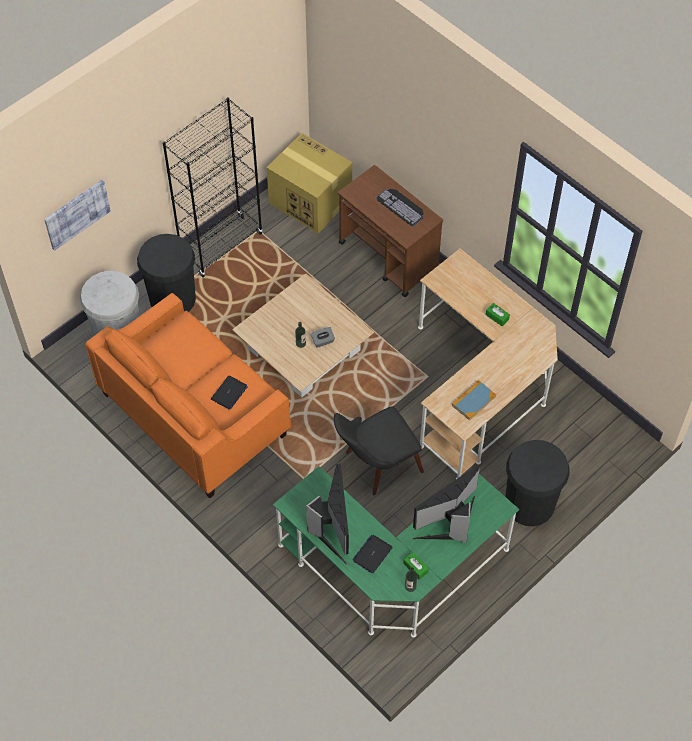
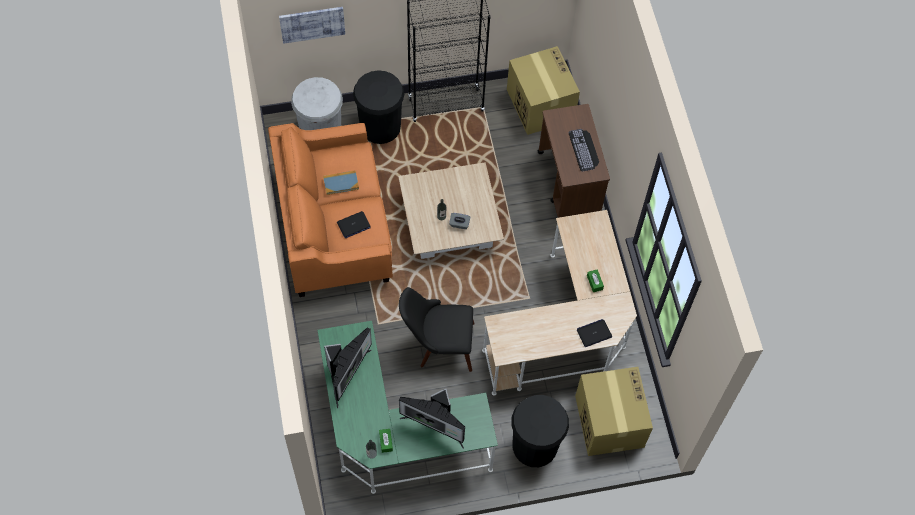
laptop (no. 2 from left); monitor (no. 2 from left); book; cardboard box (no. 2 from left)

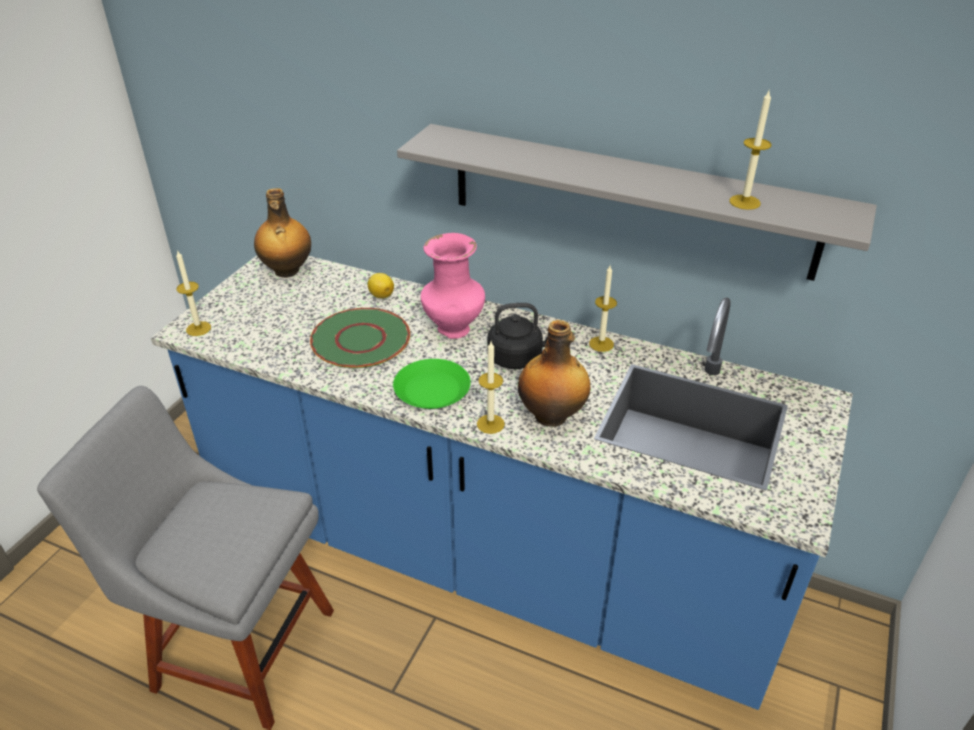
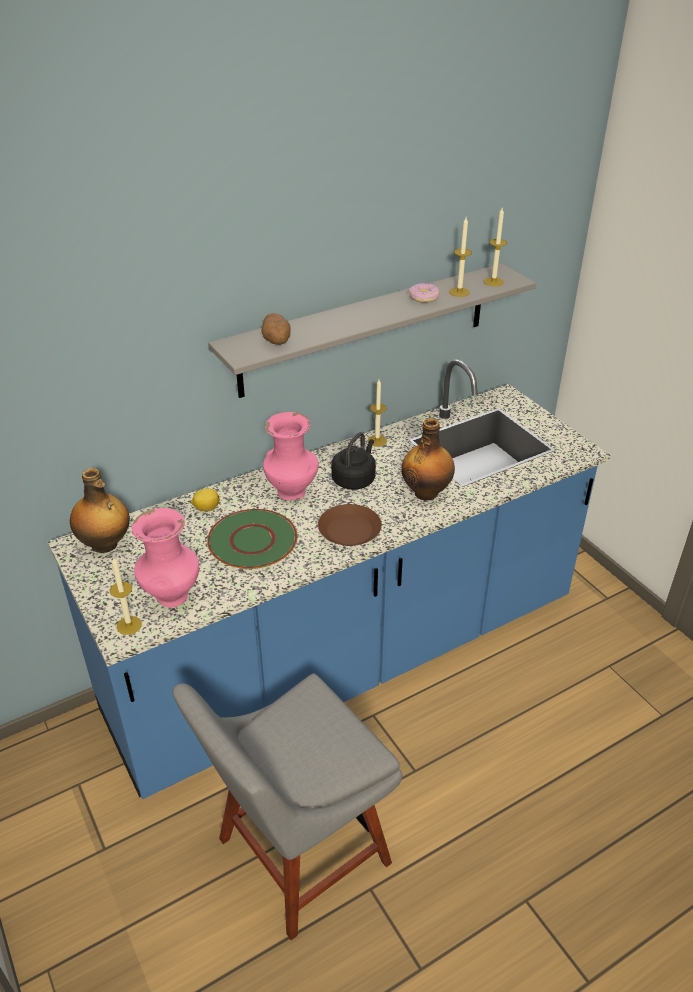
brown plate; candle (no. 4 from left); pink vase (no. 1 from left); potato; donut

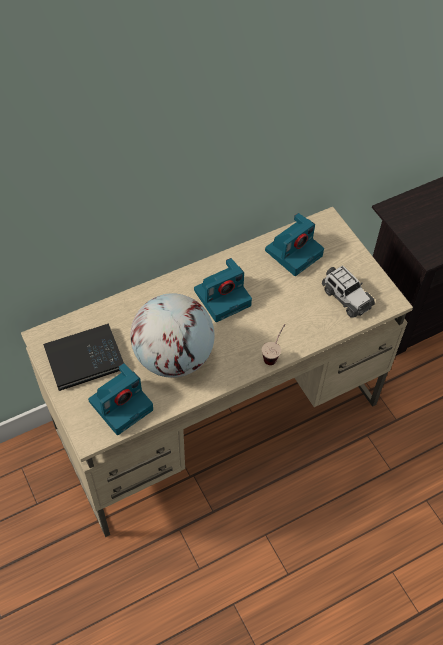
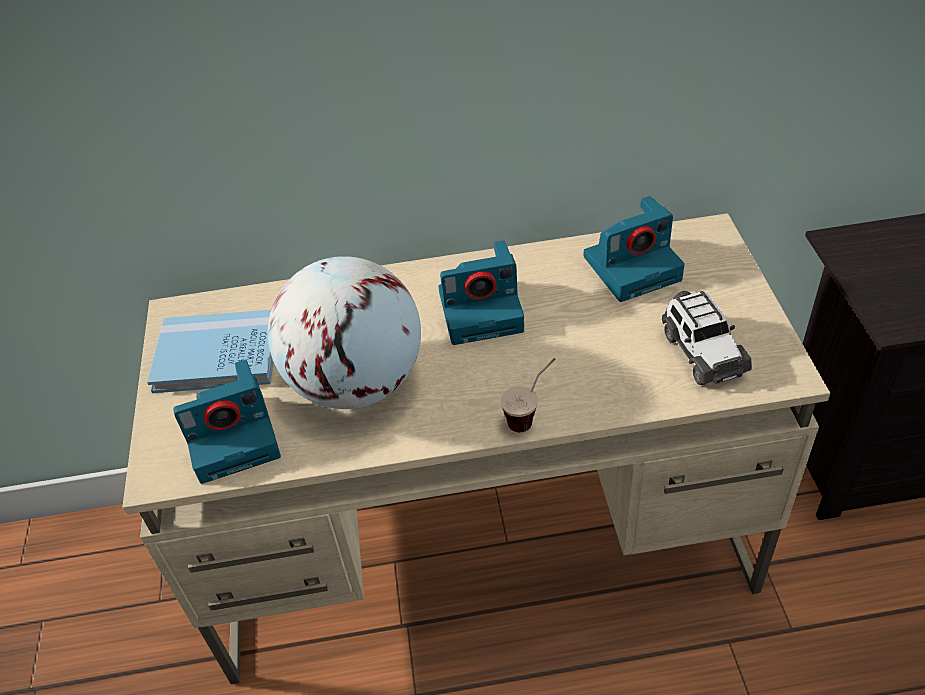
blue book

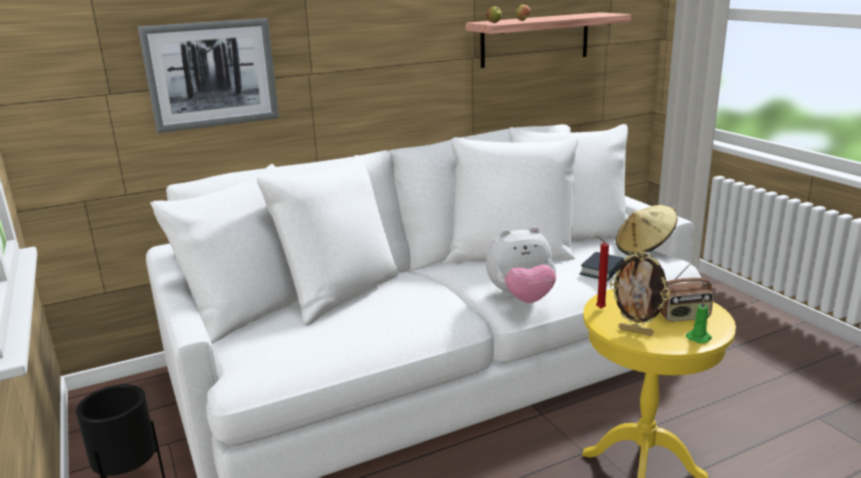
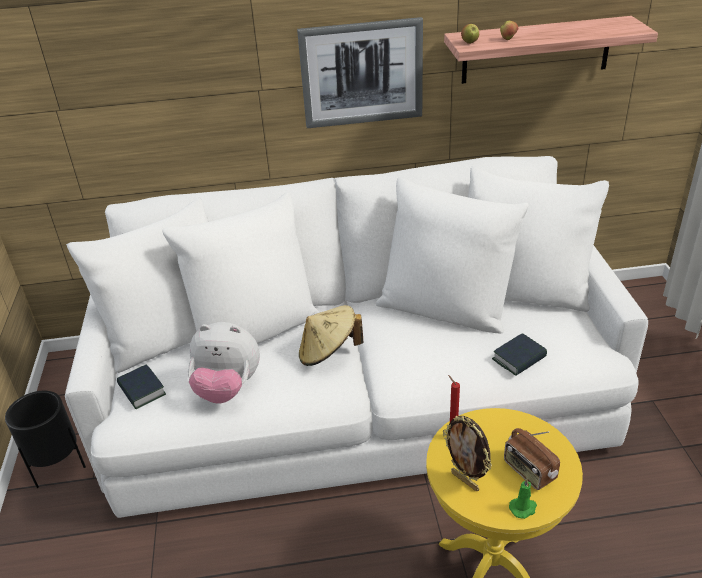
picture; plush toy; beige hat; radio; book (no. 1 from left)

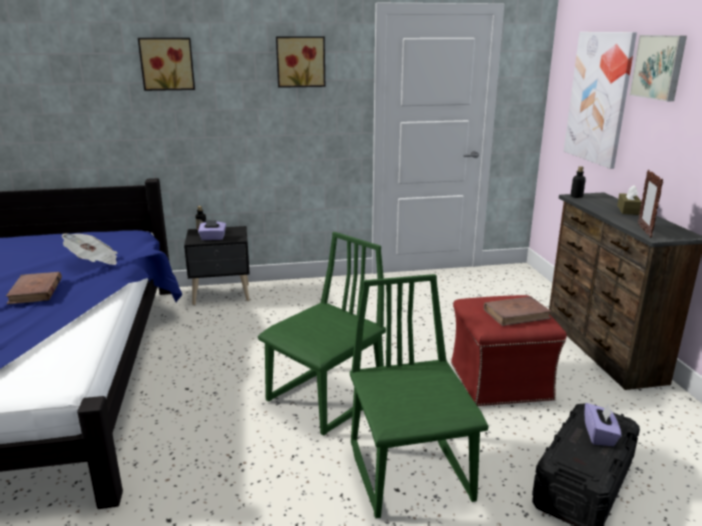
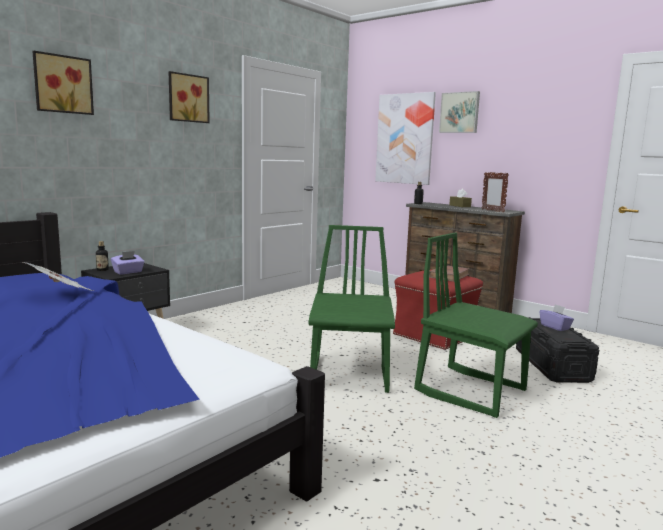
brown book (no. 1 from left in the first image)

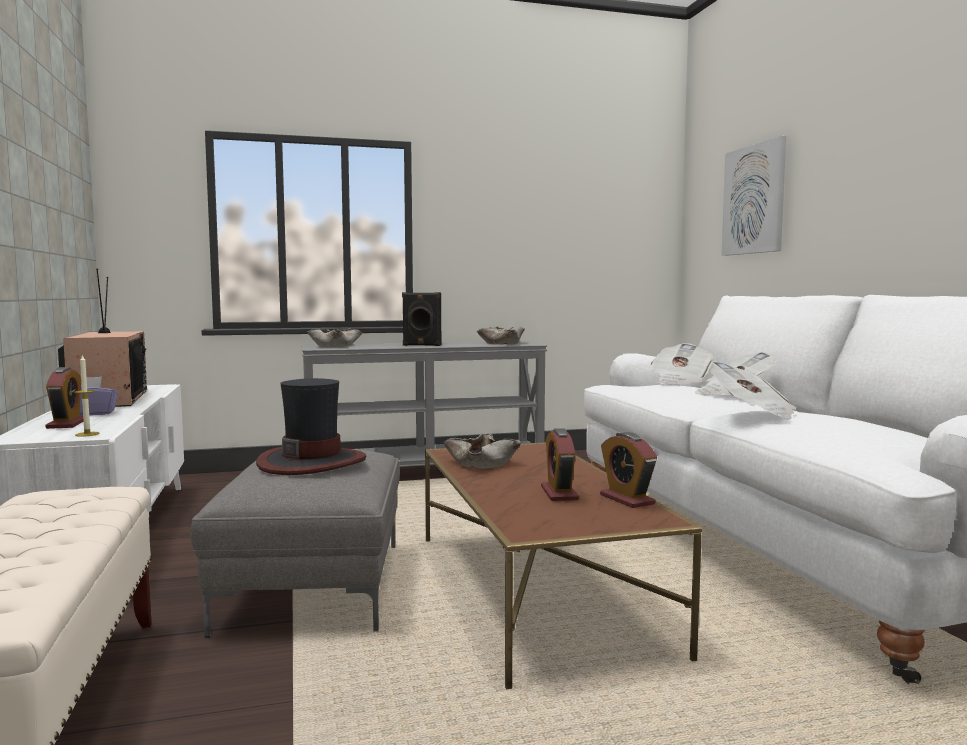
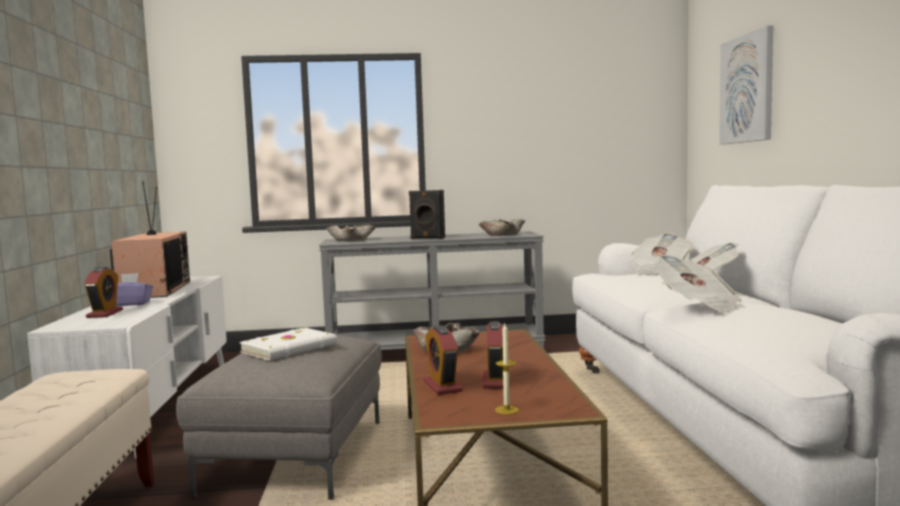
candle; white book; alarm clock (no. 2 from left)

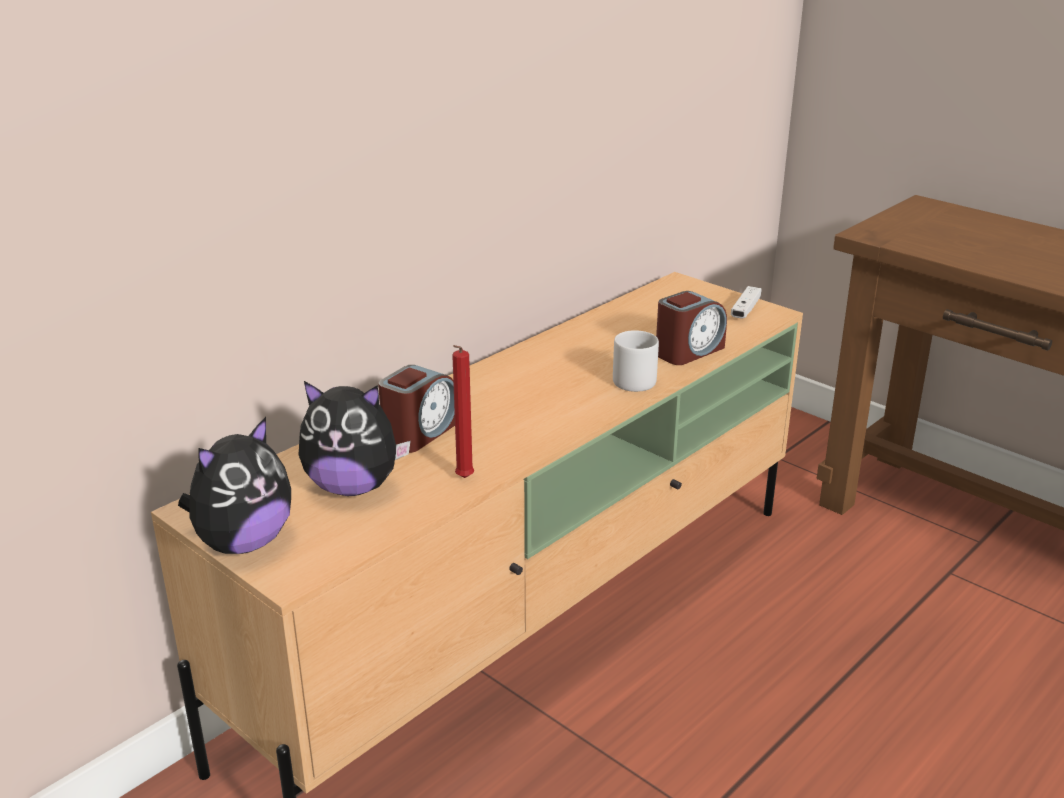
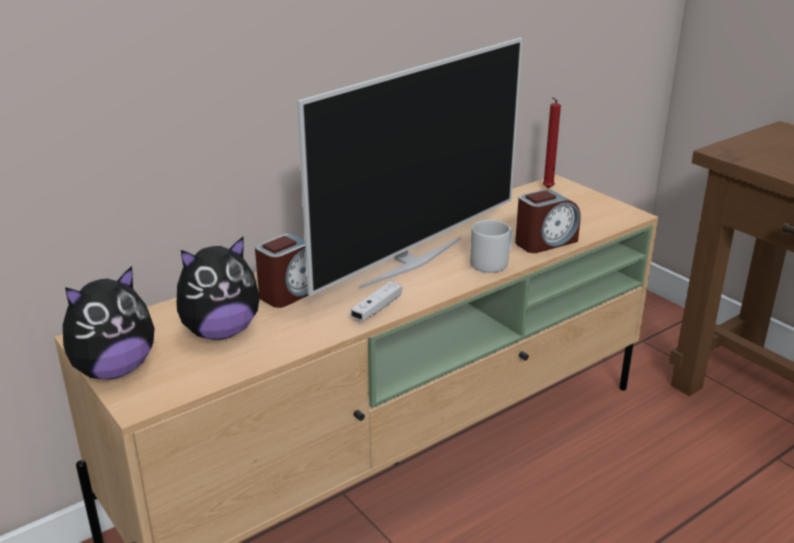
plush toy (no. 2 from left); red candle; white game controller; television

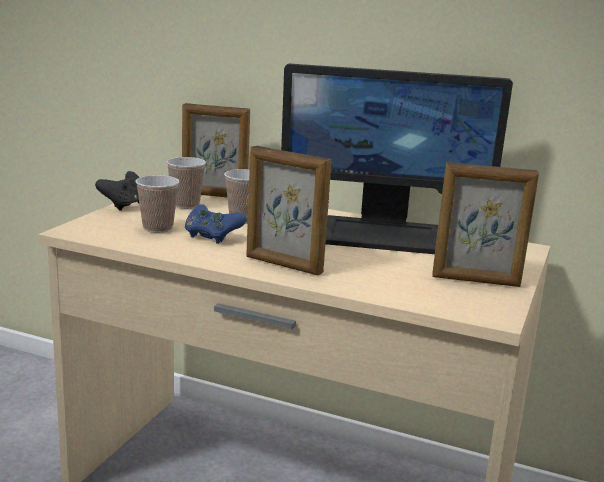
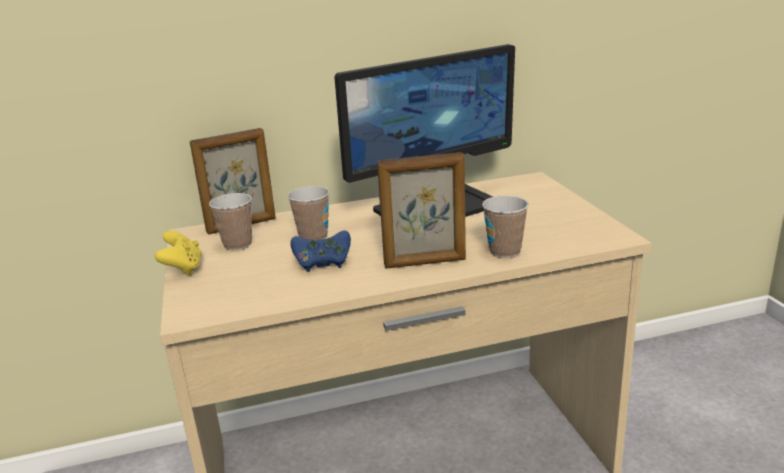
yellow game controller; cup (no. 3 from left); picture frame (no. 3 from left in the first image)

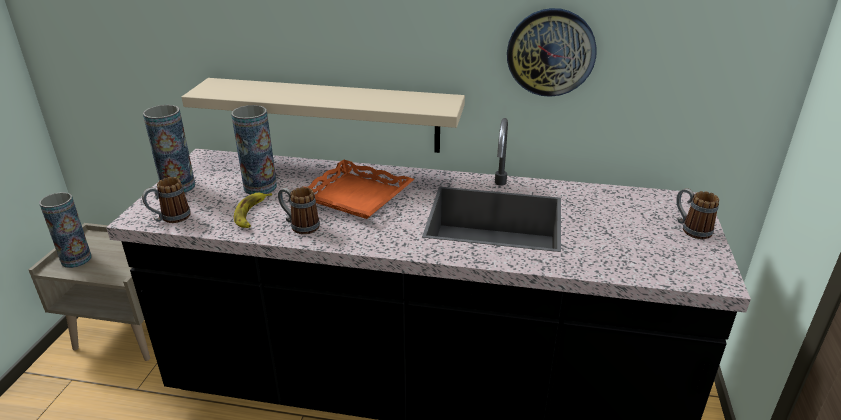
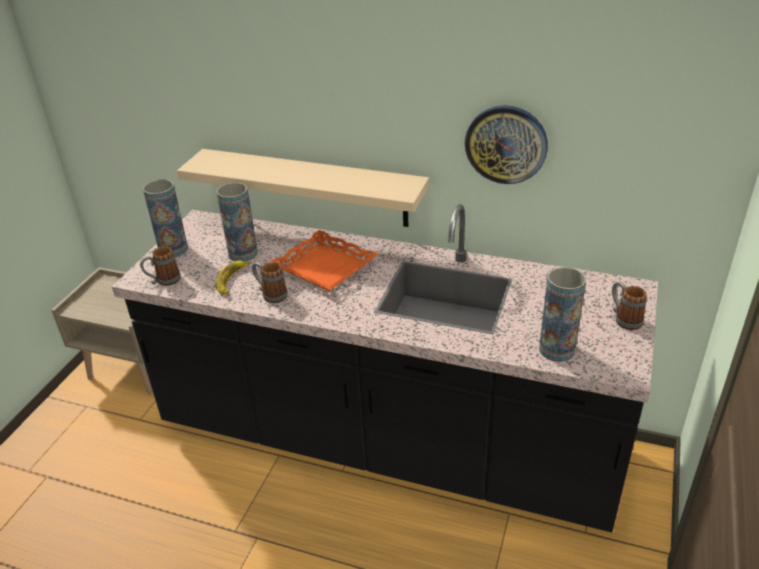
vase (no. 3 from left)

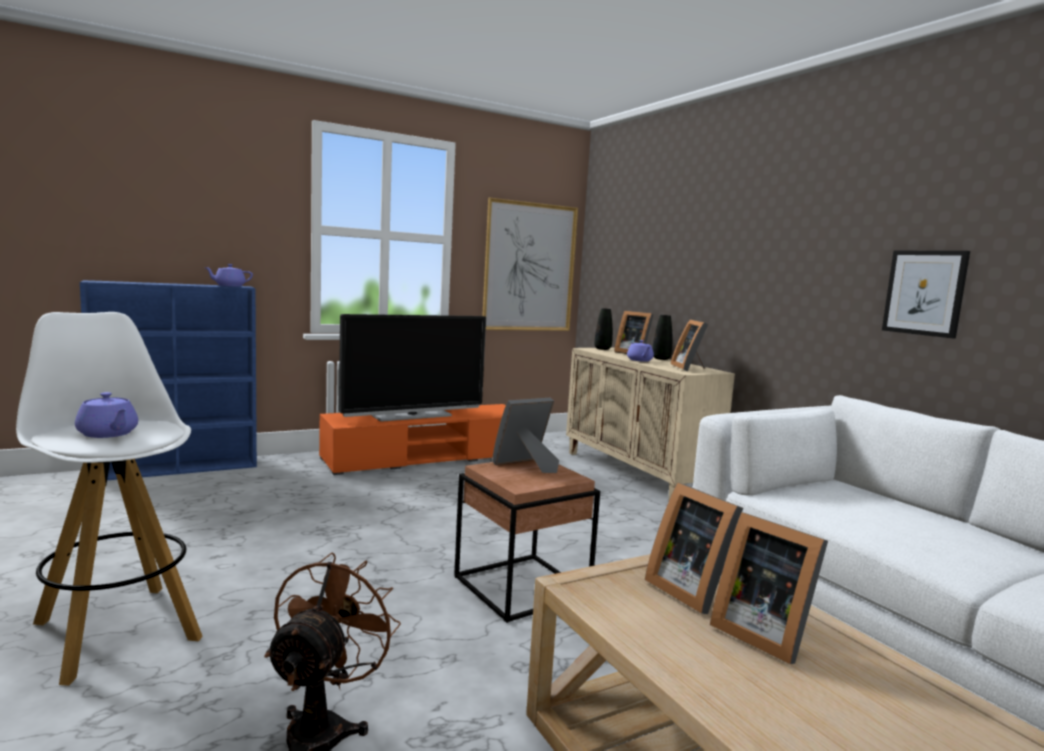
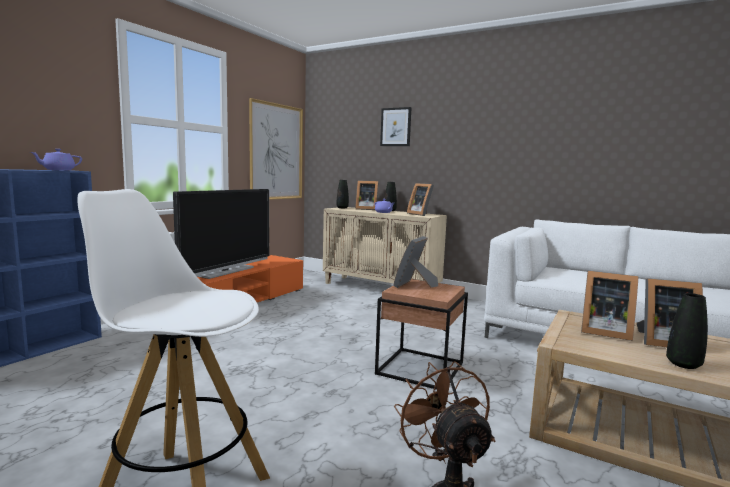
purple teapot (no. 1 from left in the first image); picture (no. 2 from left); black vase (no. 3 from left)

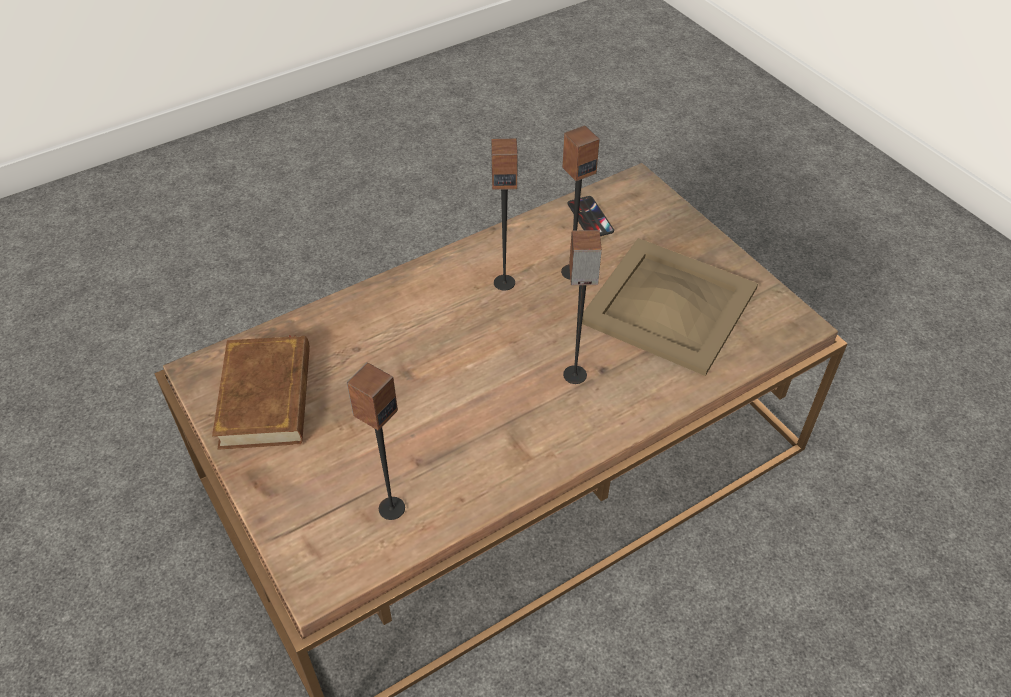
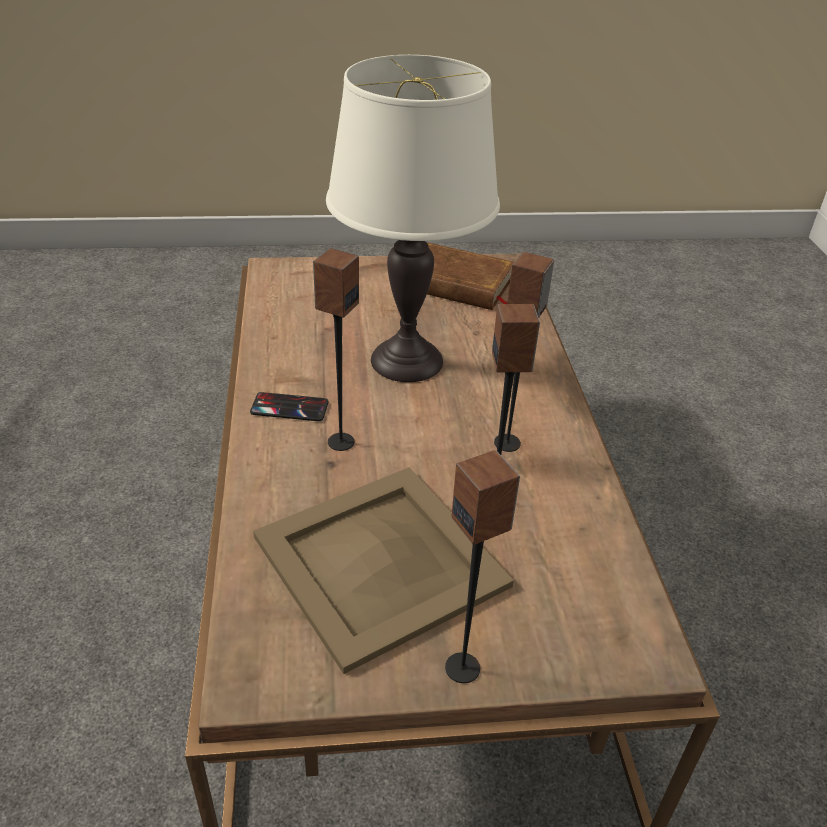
speaker (no. 2 from left); phone; white table lamp

